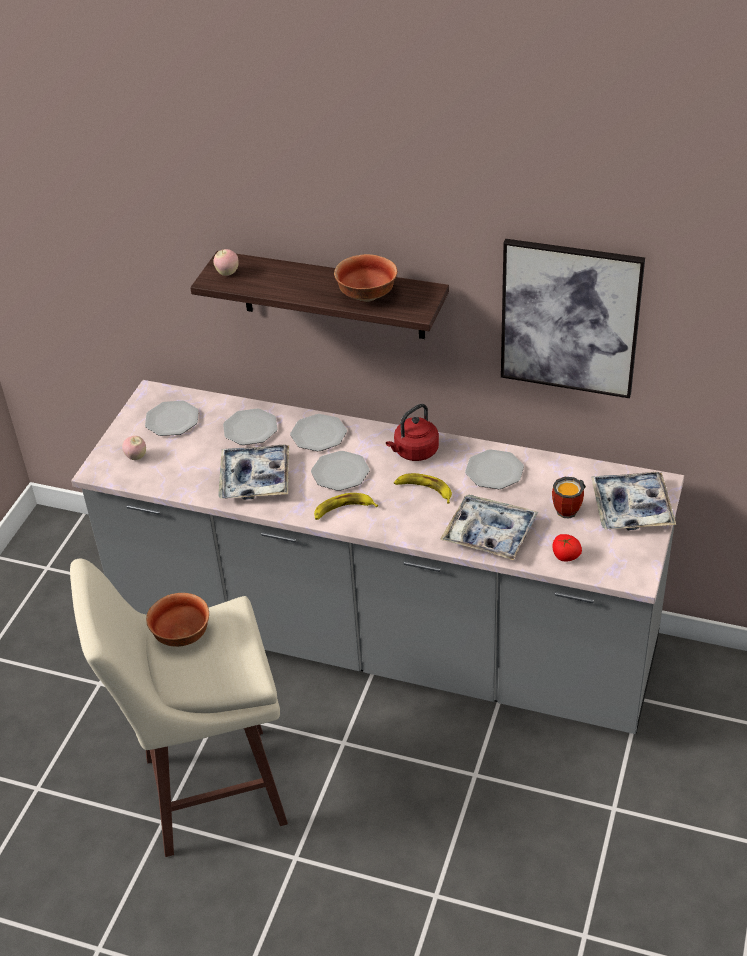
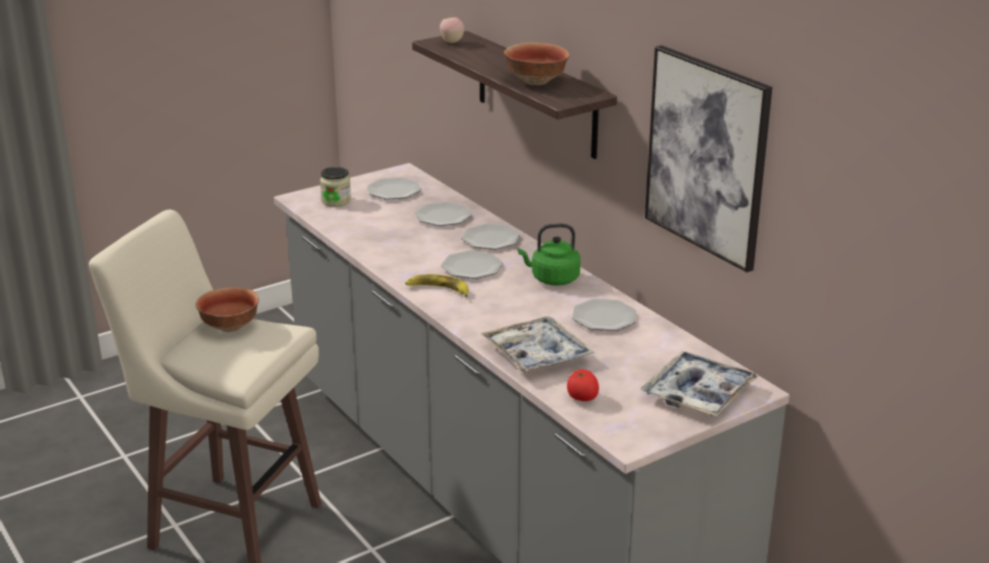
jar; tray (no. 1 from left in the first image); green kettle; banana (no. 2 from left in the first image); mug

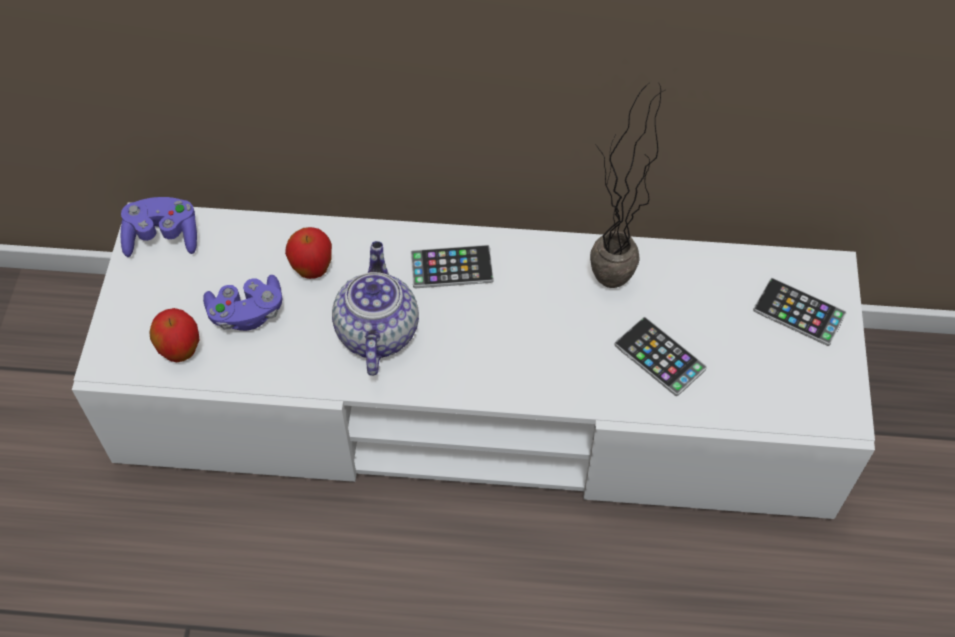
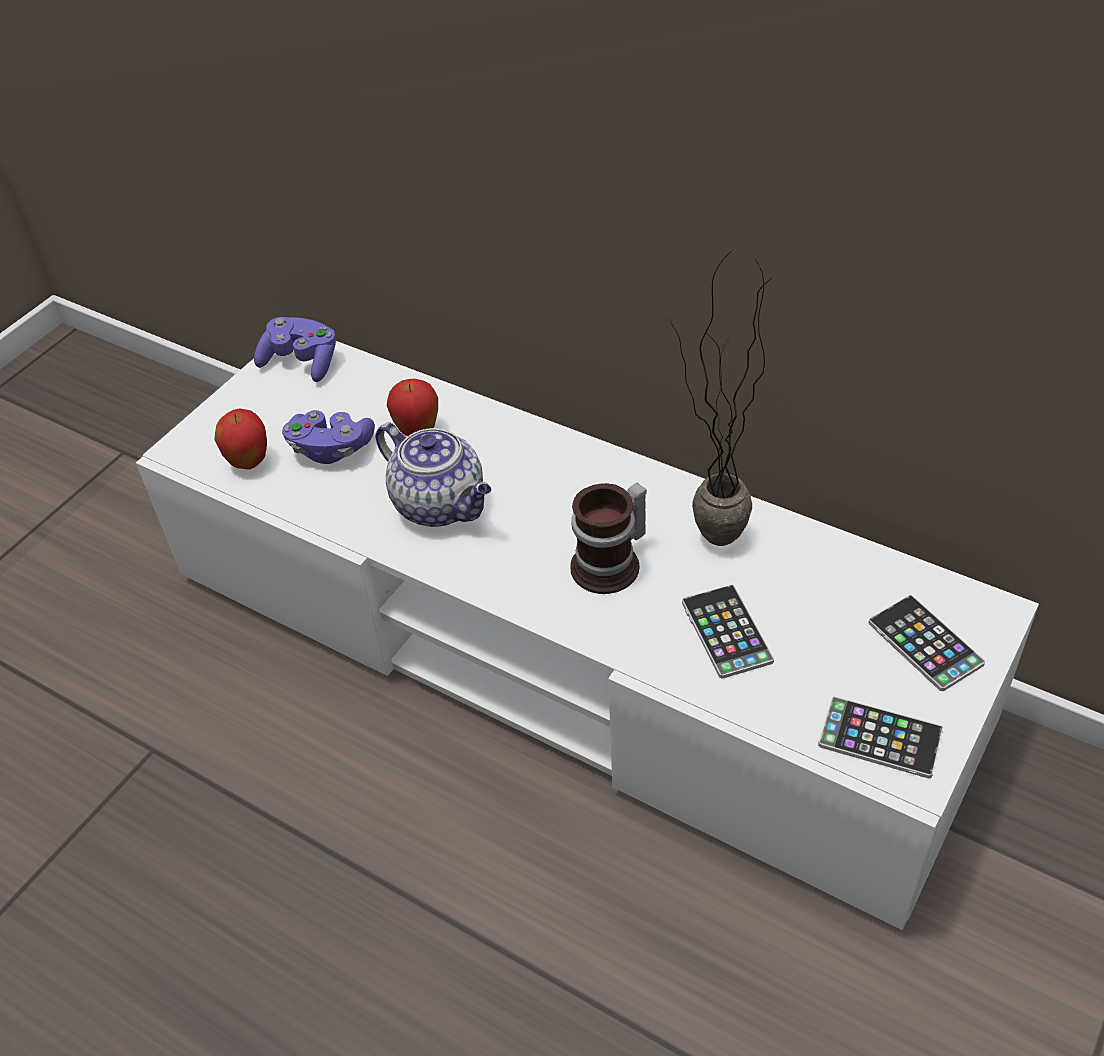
teapot; phone (no. 2 from left); mug

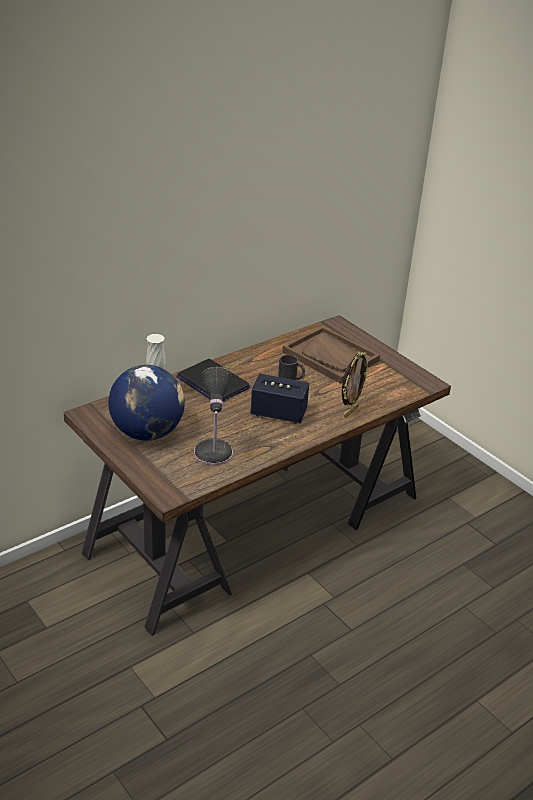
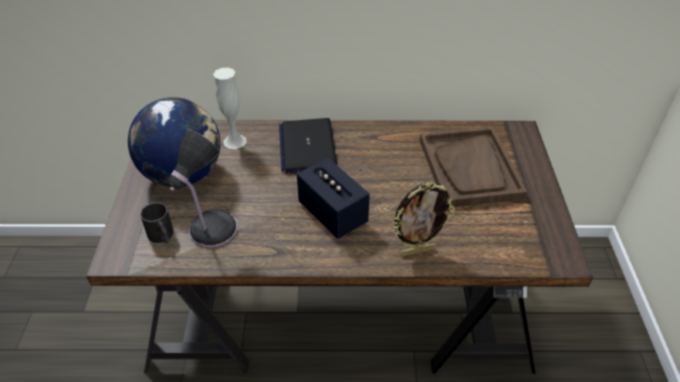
black mug

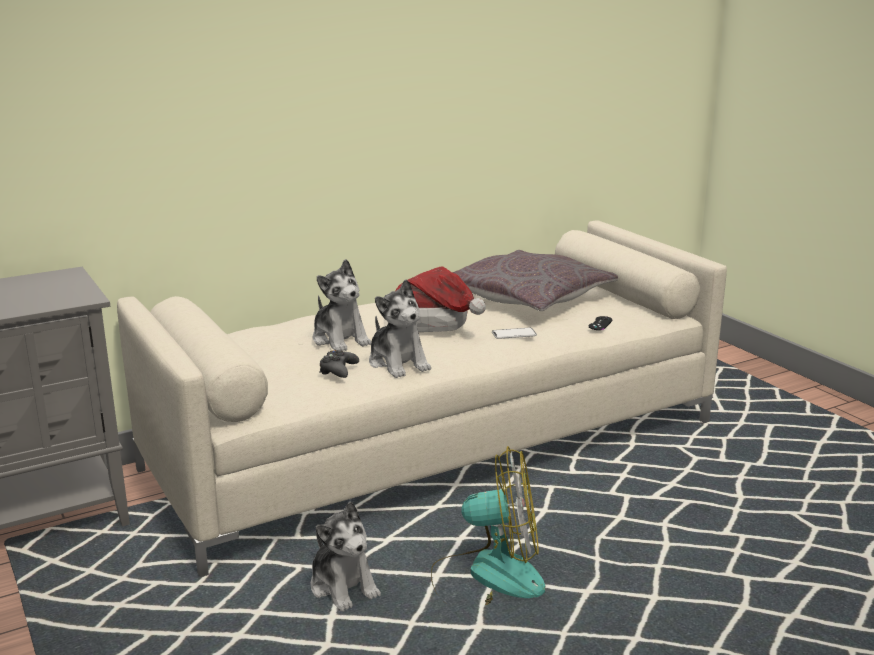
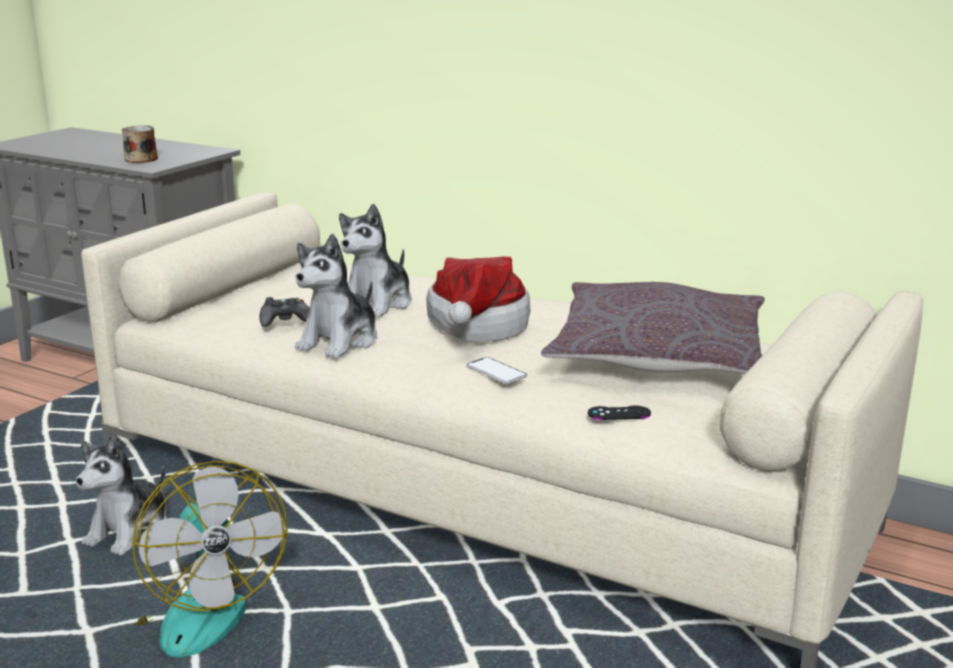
mug

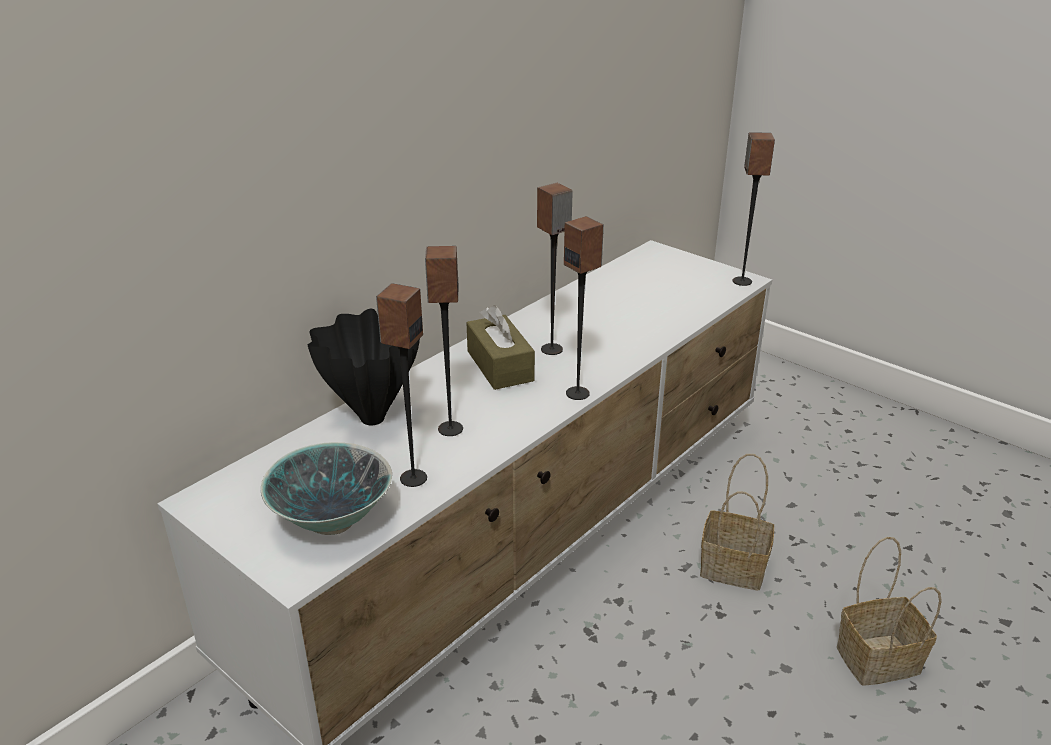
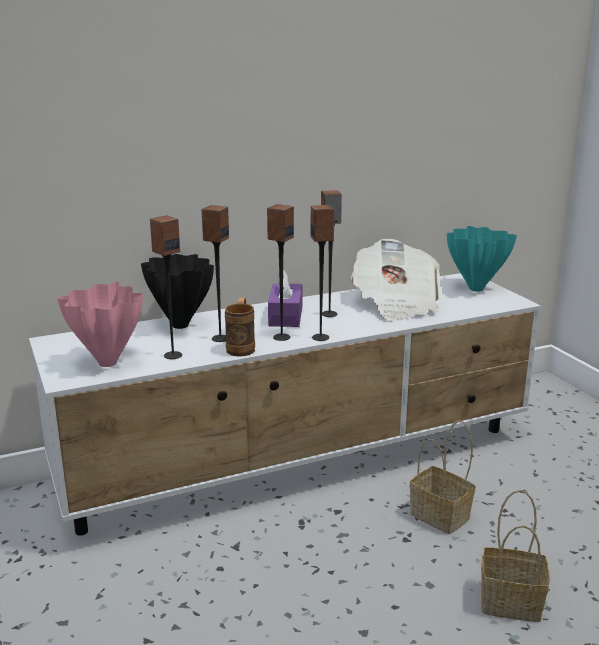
pink vase; purple tissue box; speaker (no. 3 from left); brown mug; newspaper; turquoise vase

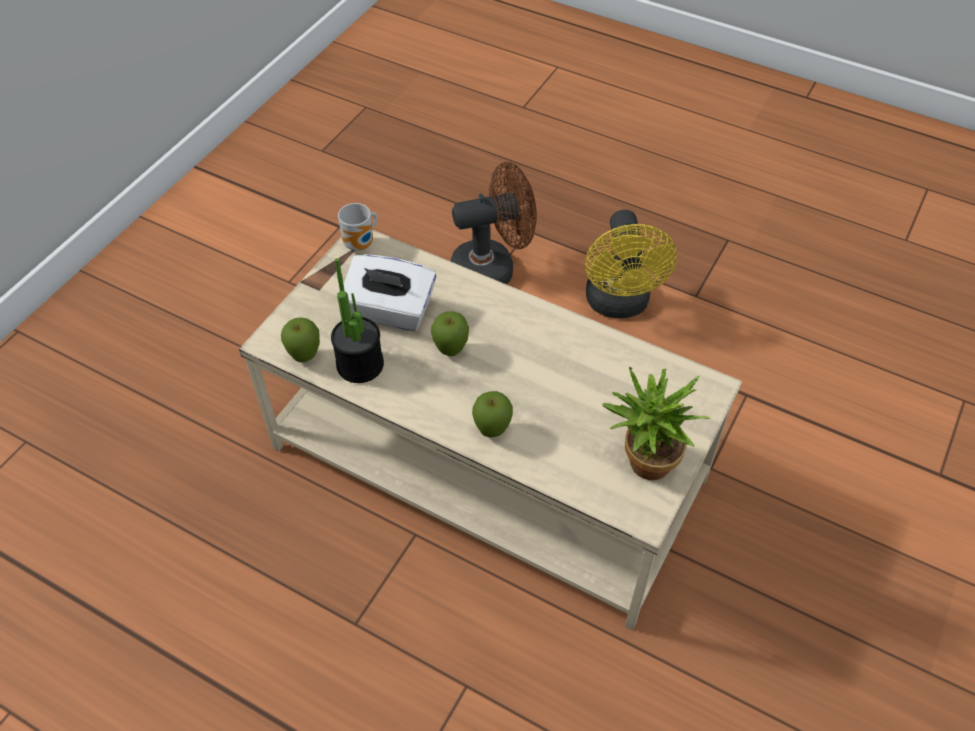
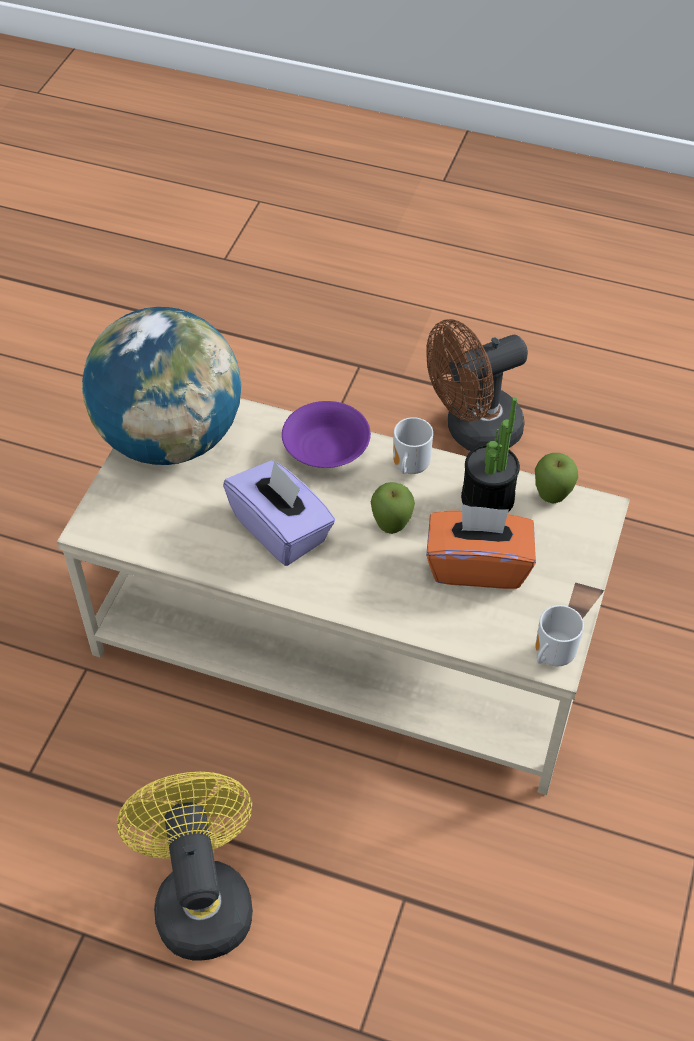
orange tissue box; brown fan; purple bowl; globe; purple tissue box; mug (no. 1 from left)

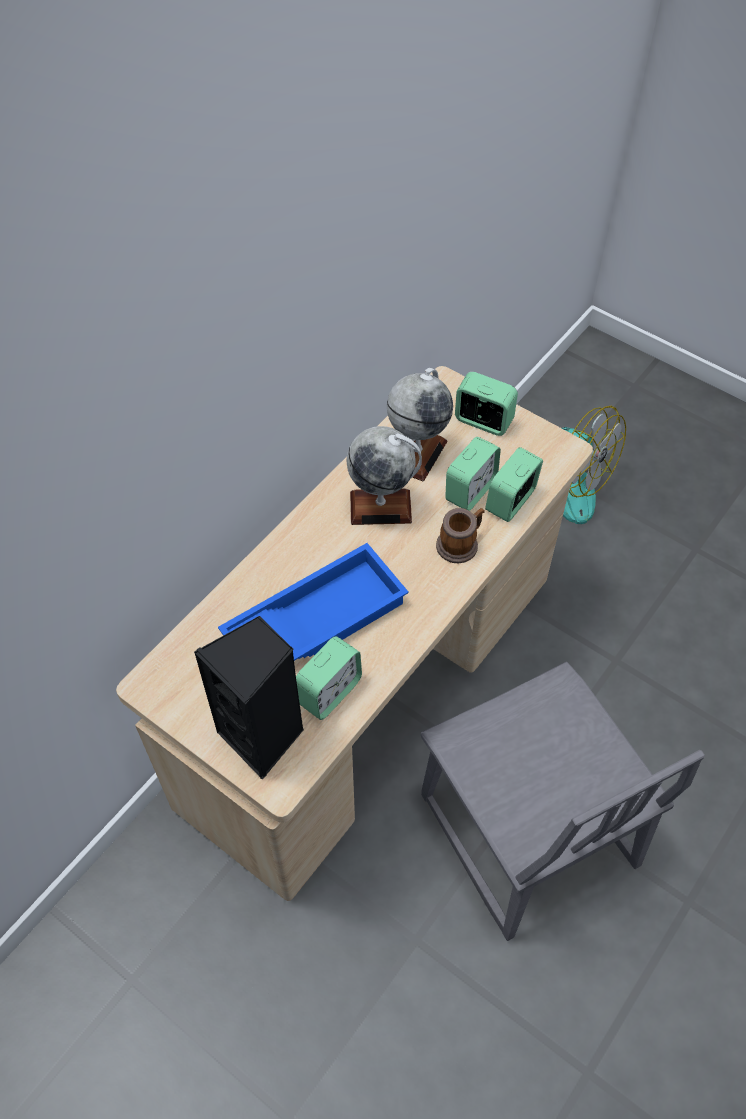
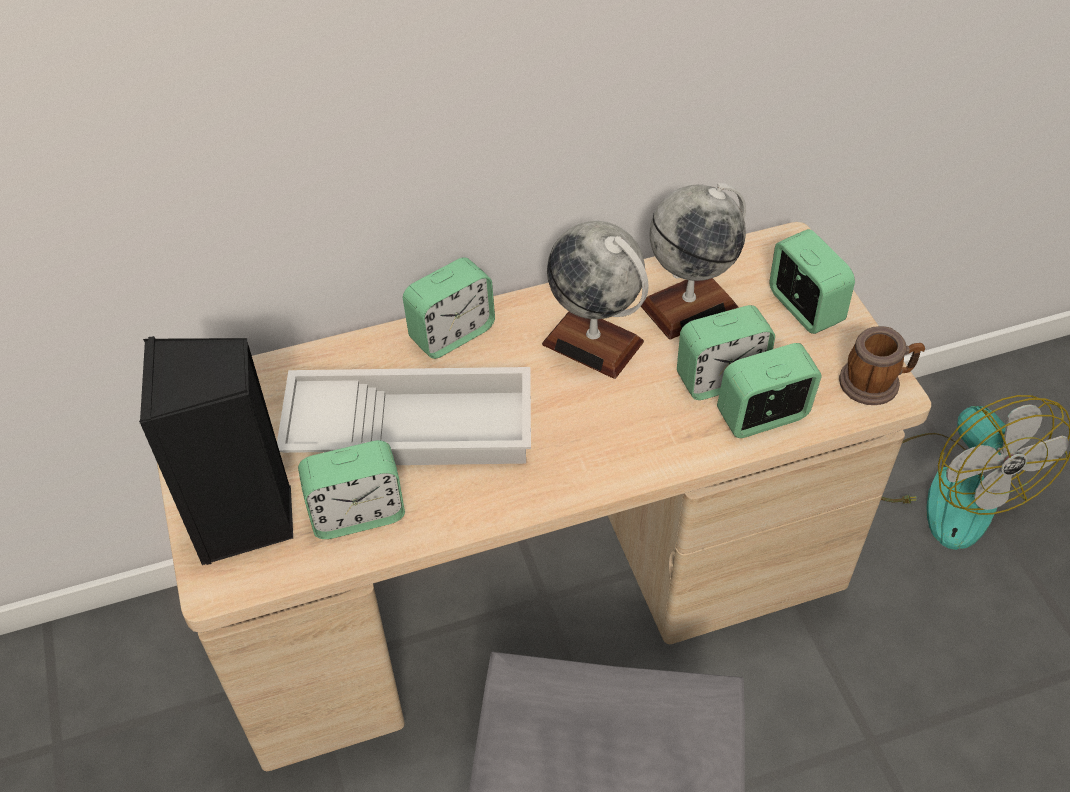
white tray; mug; alarm clock (no. 2 from left)

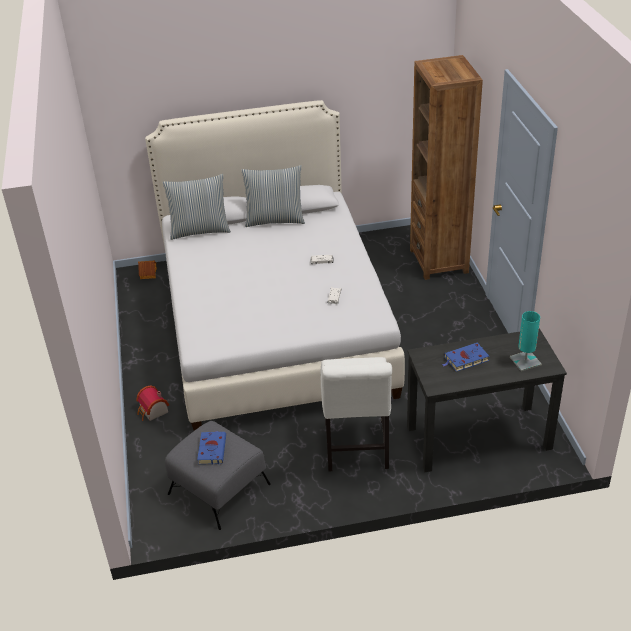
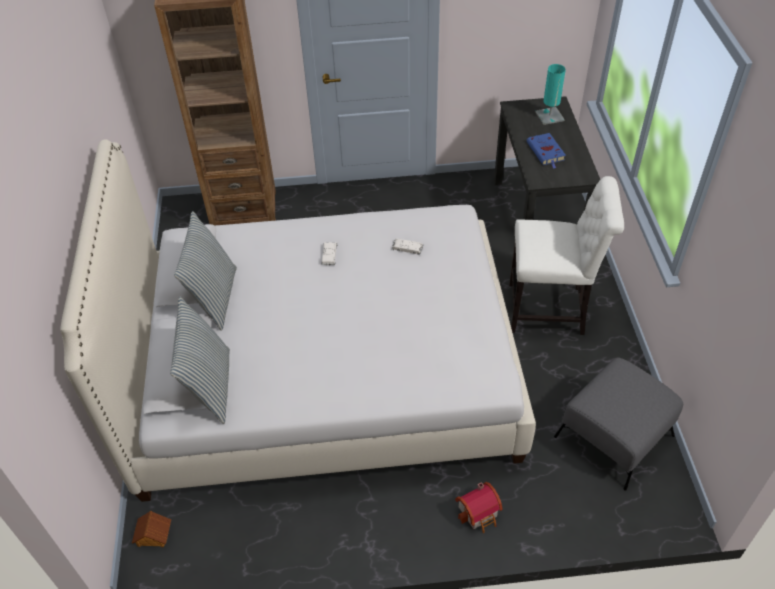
blue book (no. 1 from left in the first image)

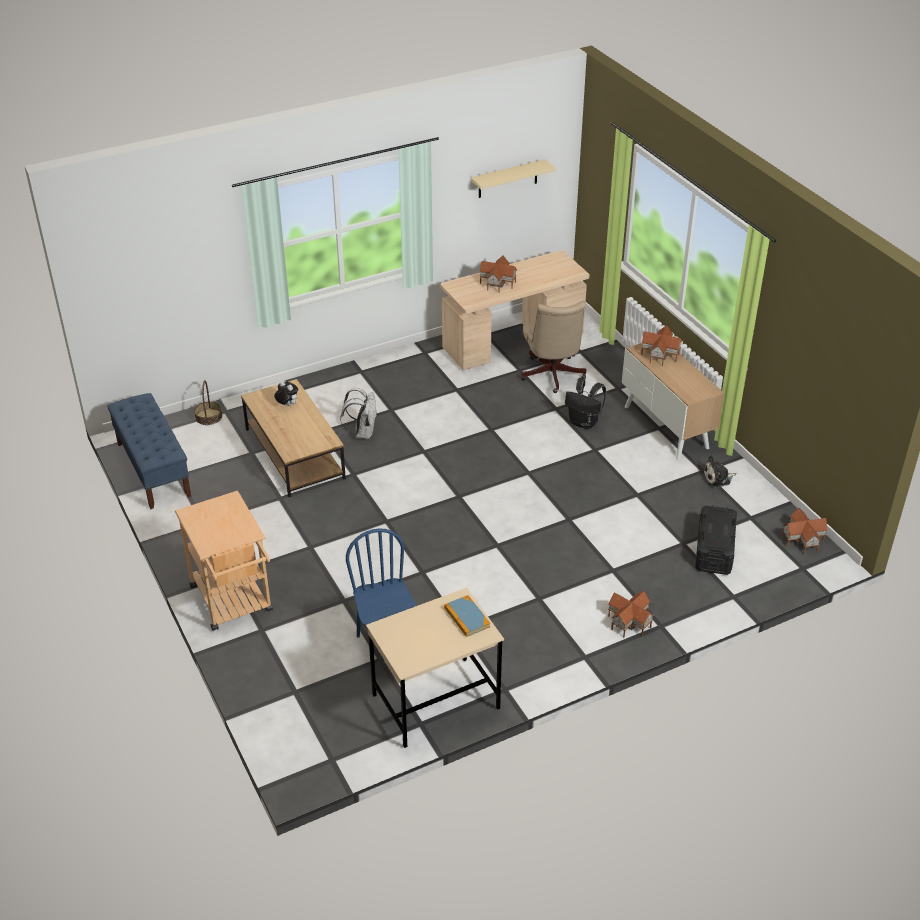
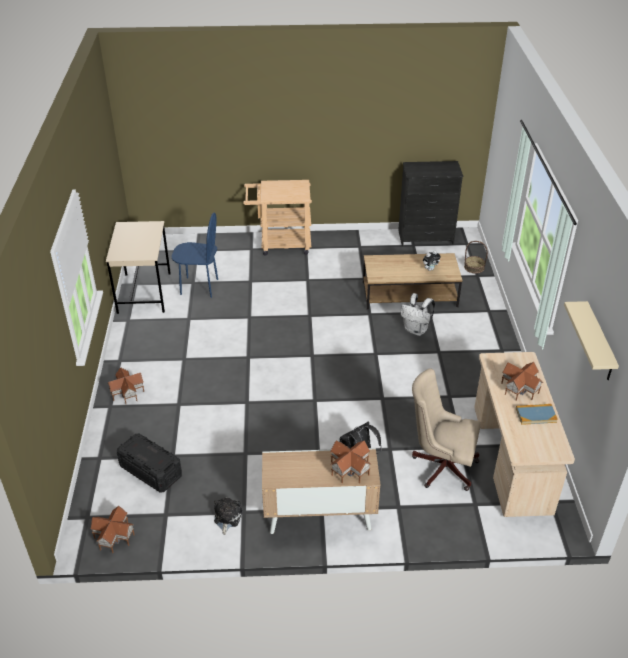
black dresser; book

